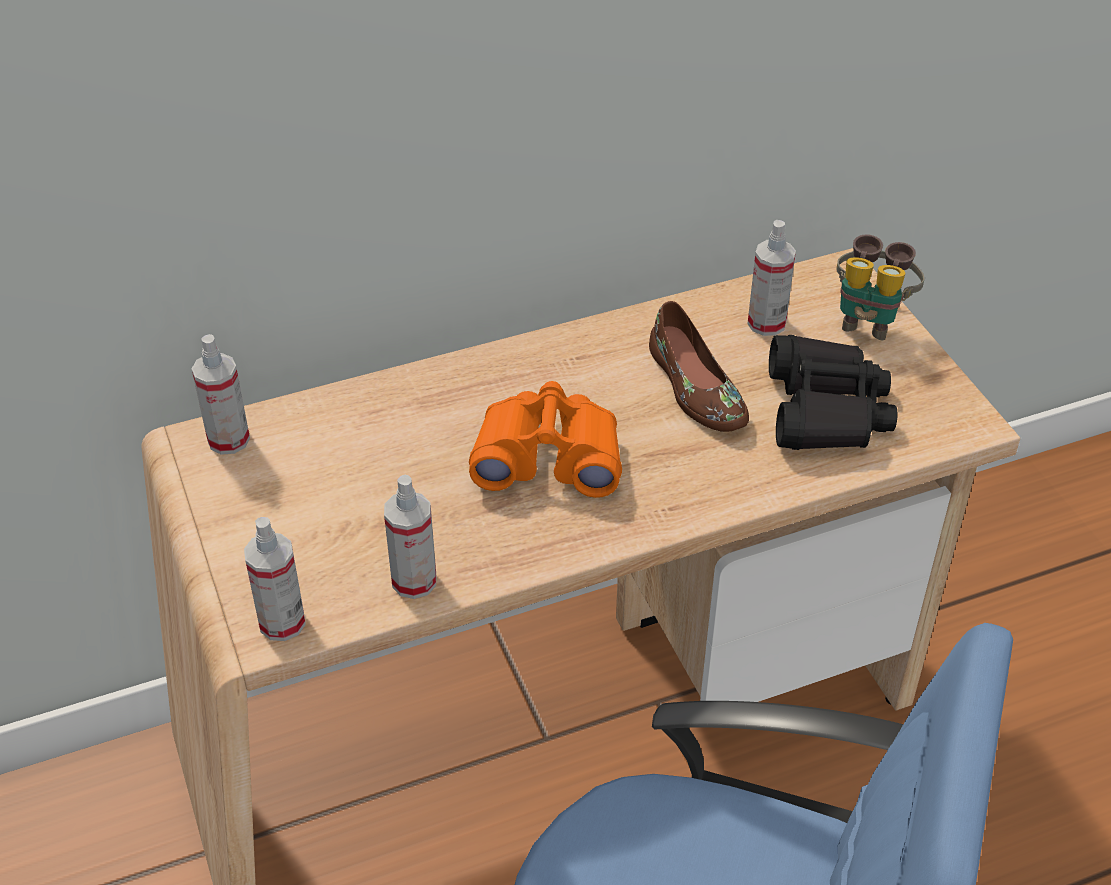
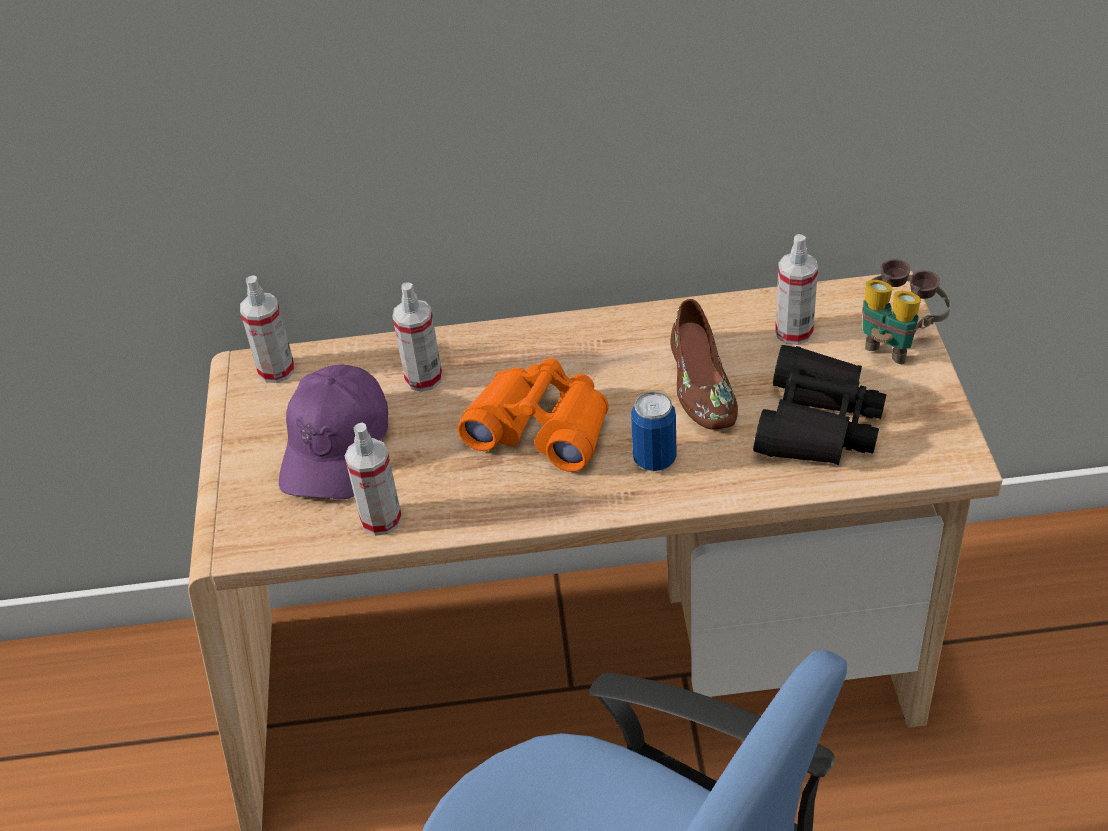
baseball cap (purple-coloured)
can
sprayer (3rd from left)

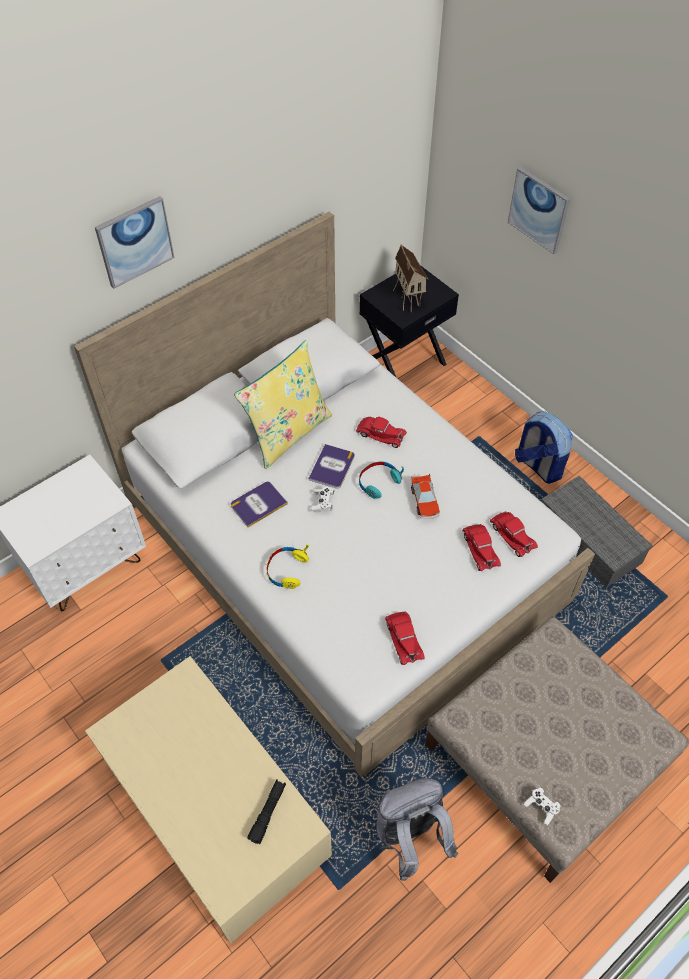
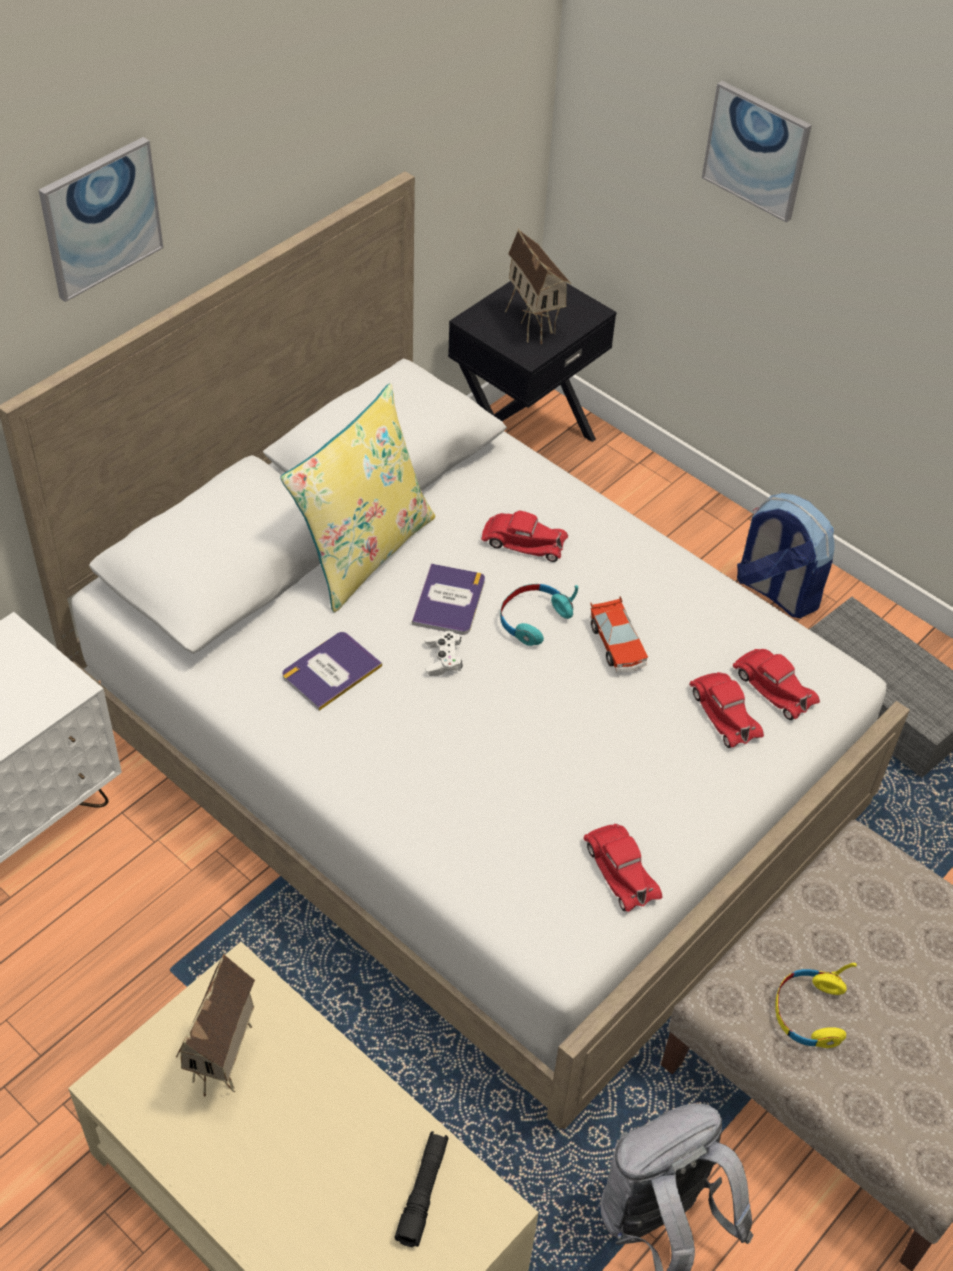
game controller (whitish) (2nd from left in the first image)
model house (1st from left)
headset (yellowish)

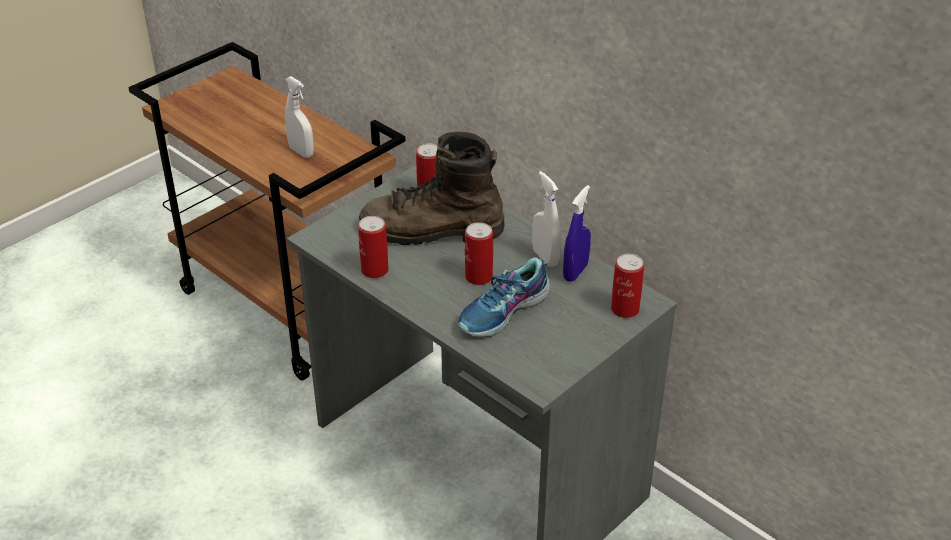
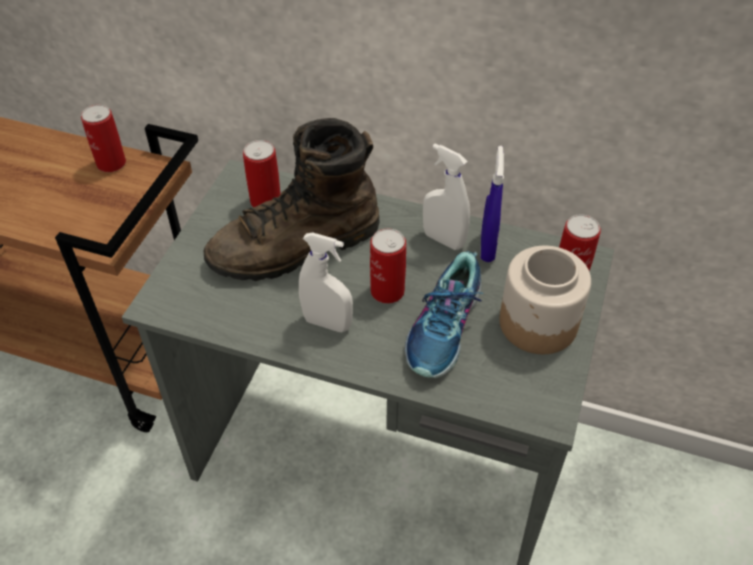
storage jar
sprayer (whitish) (1st from left)
can (1st from left)

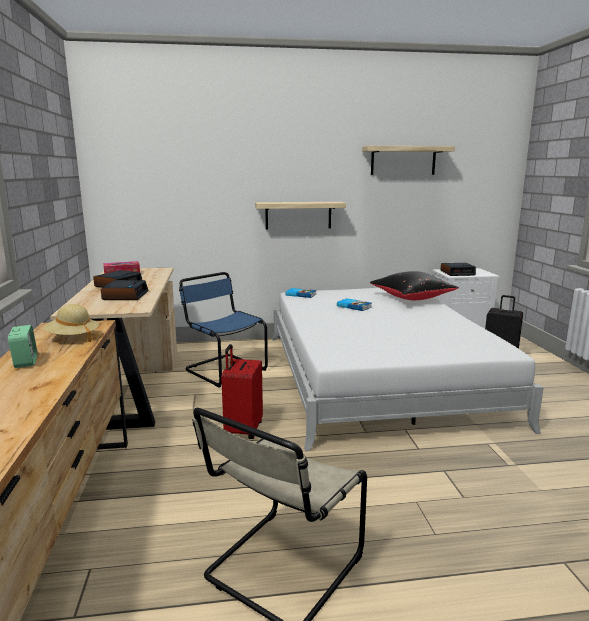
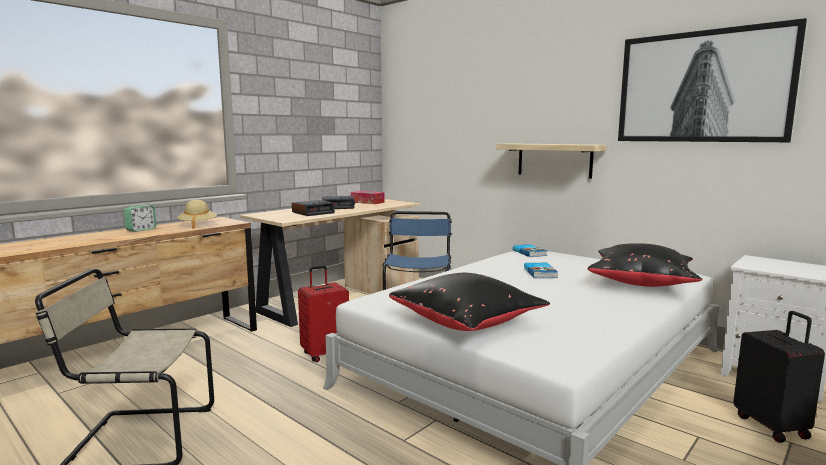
table clock (4th from left in the first image)
pillow (black) (1st from left)
wall art

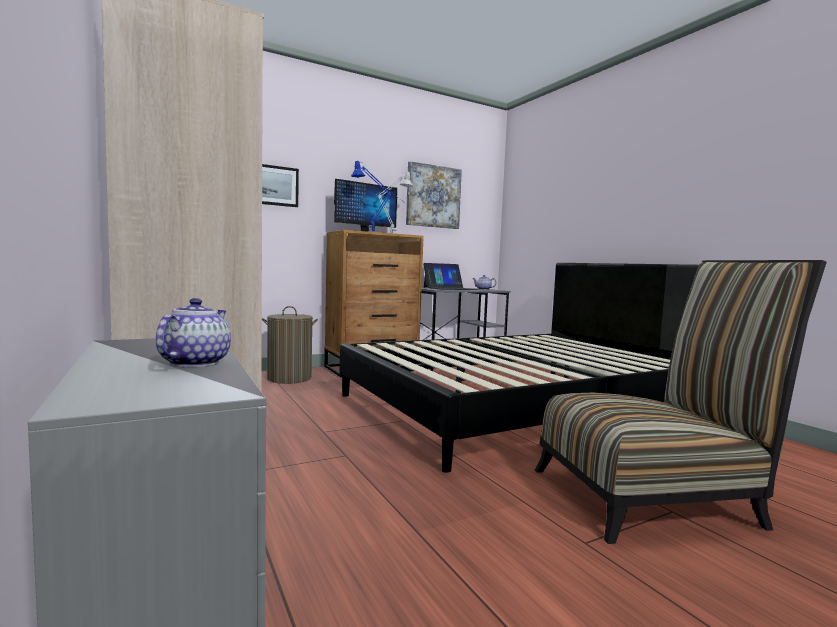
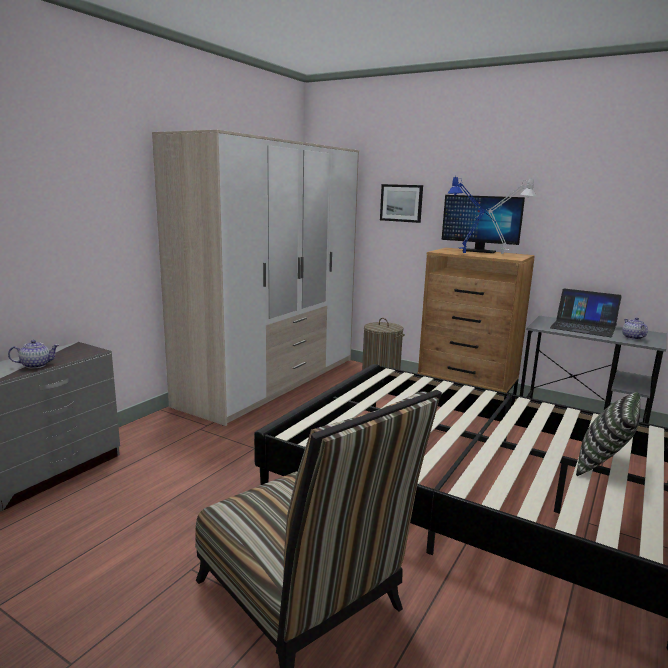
wall art (2nd from left in the first image)
pillow

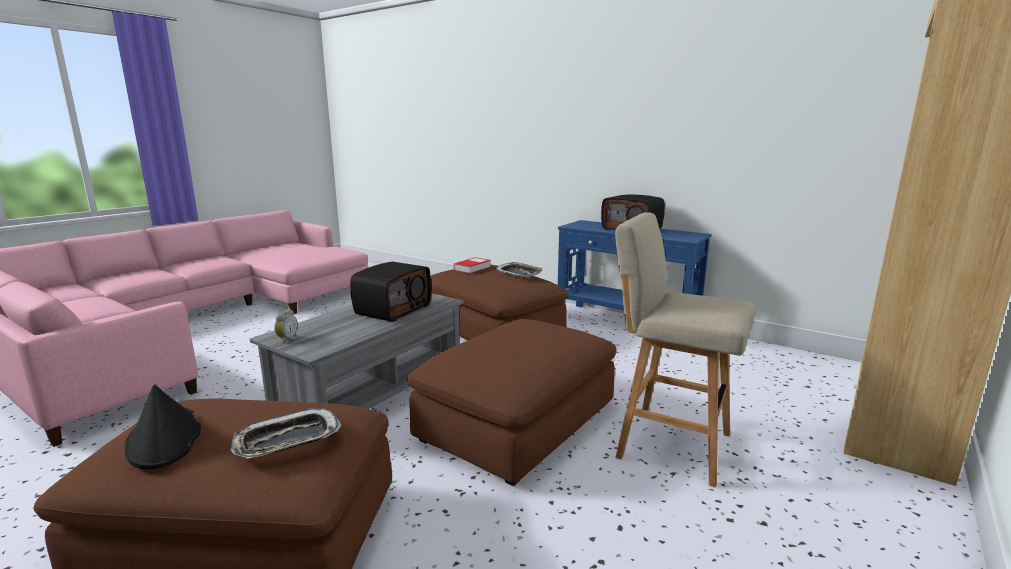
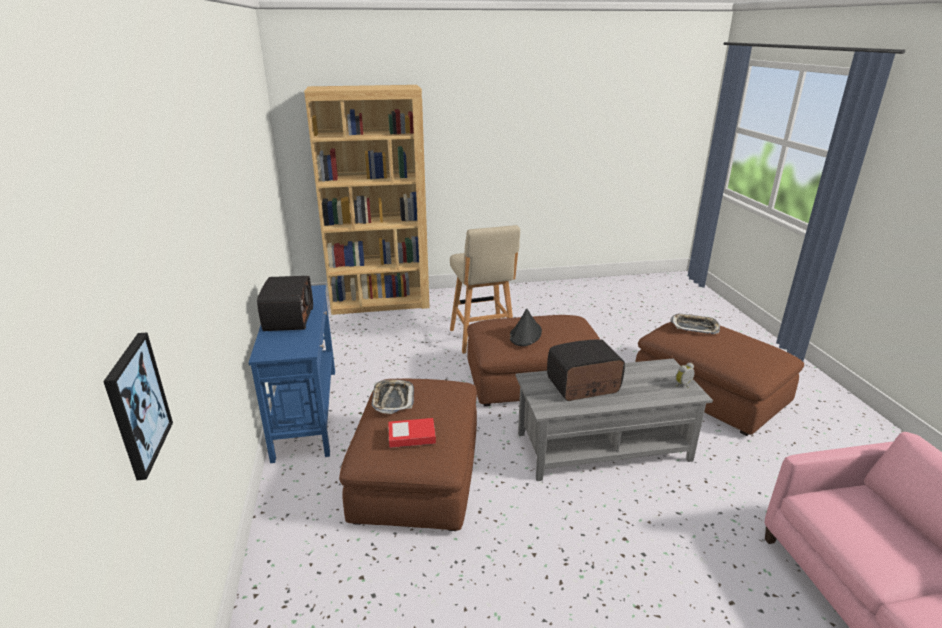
wall art
clothing hat (black)

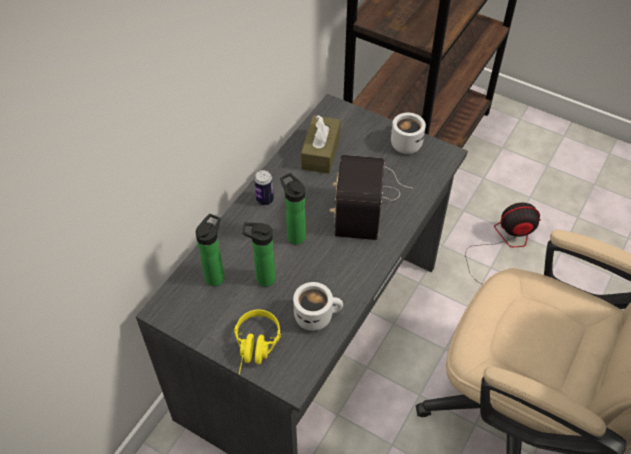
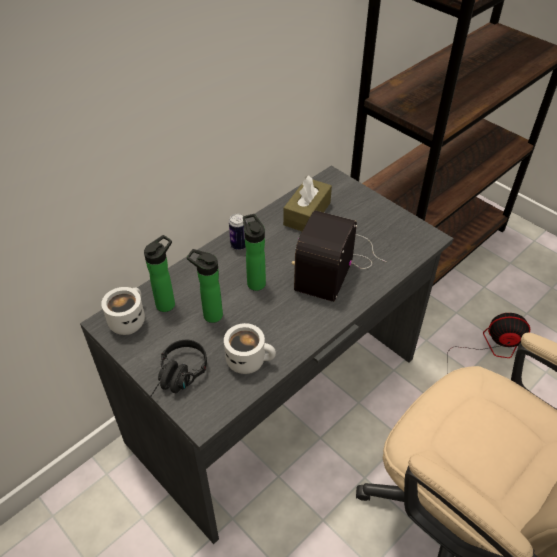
tea mug (whitish) (1st from left)
headset (black)

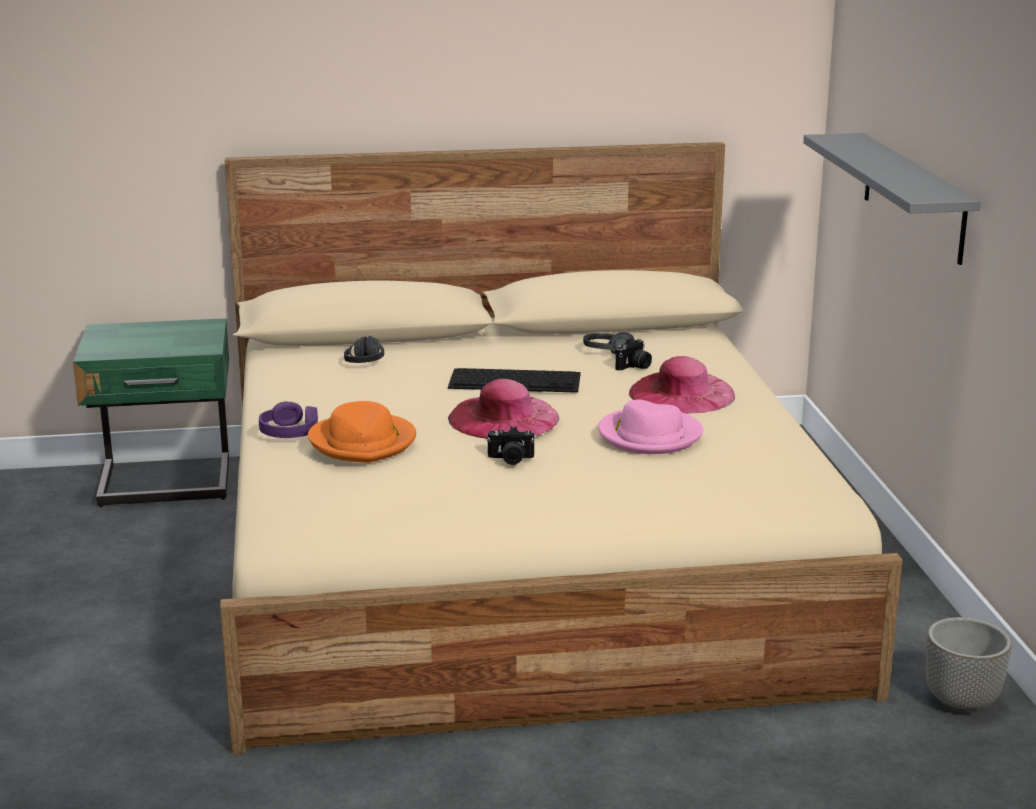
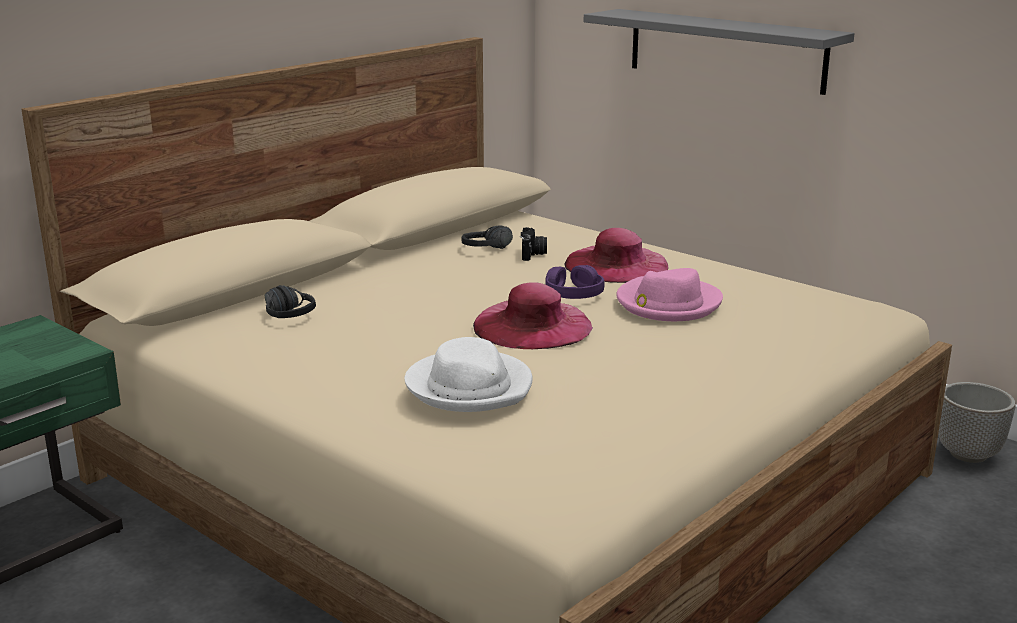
PC keyboard
still camera (1st from left in the first image)
headset (purple-coloured)
clothing hat (whitish)

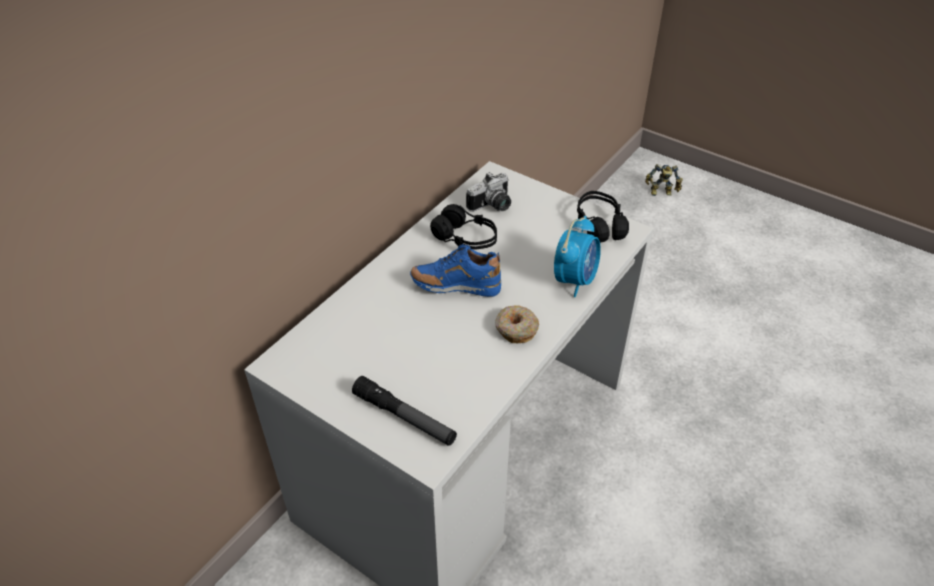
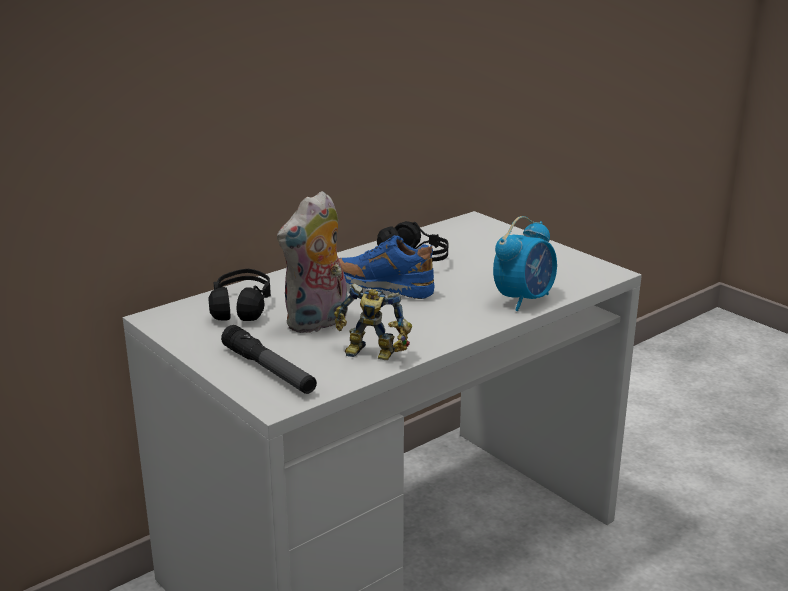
still camera
ring doughnut
cuddly toy
headset (black) (1st from left)
toy robot

